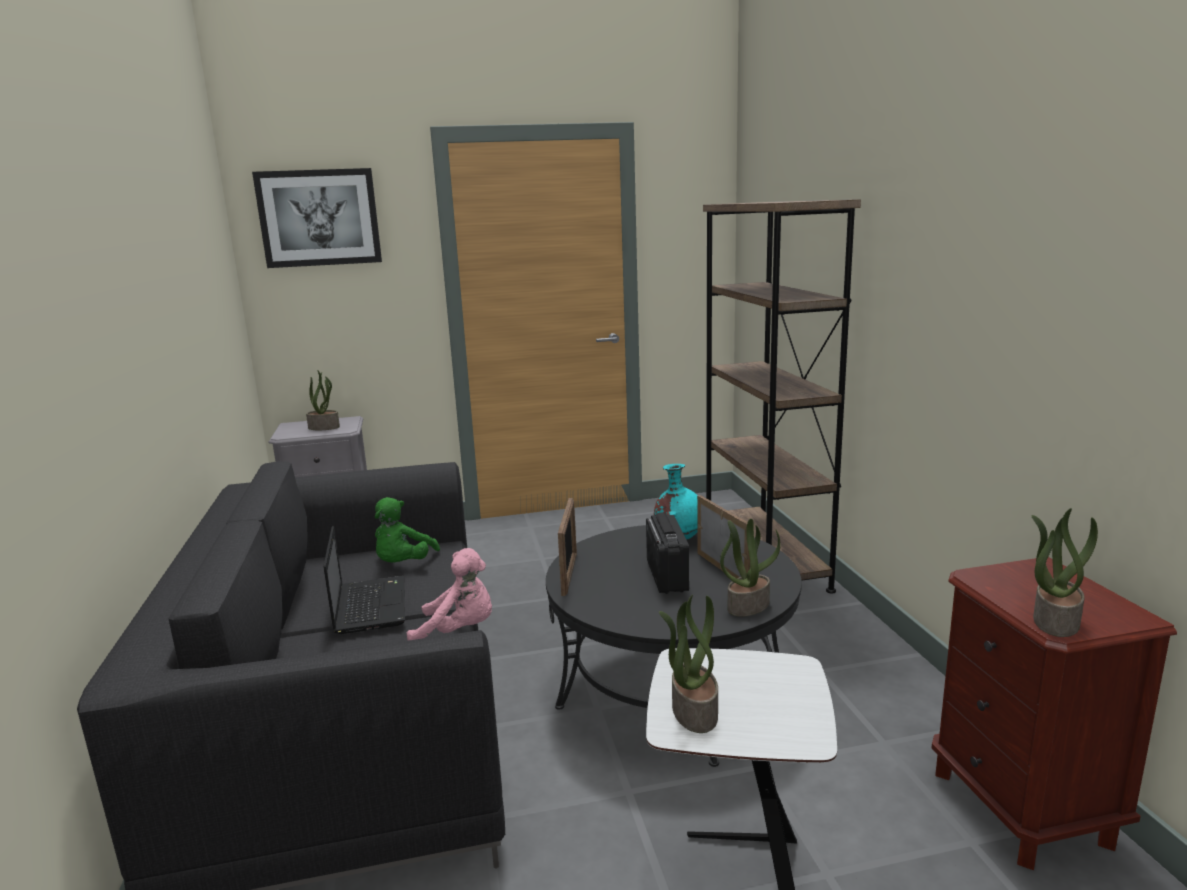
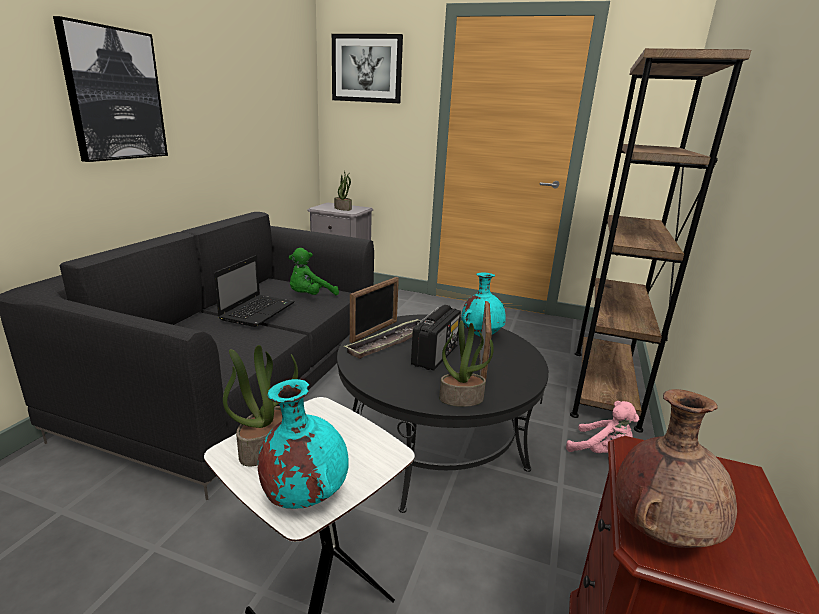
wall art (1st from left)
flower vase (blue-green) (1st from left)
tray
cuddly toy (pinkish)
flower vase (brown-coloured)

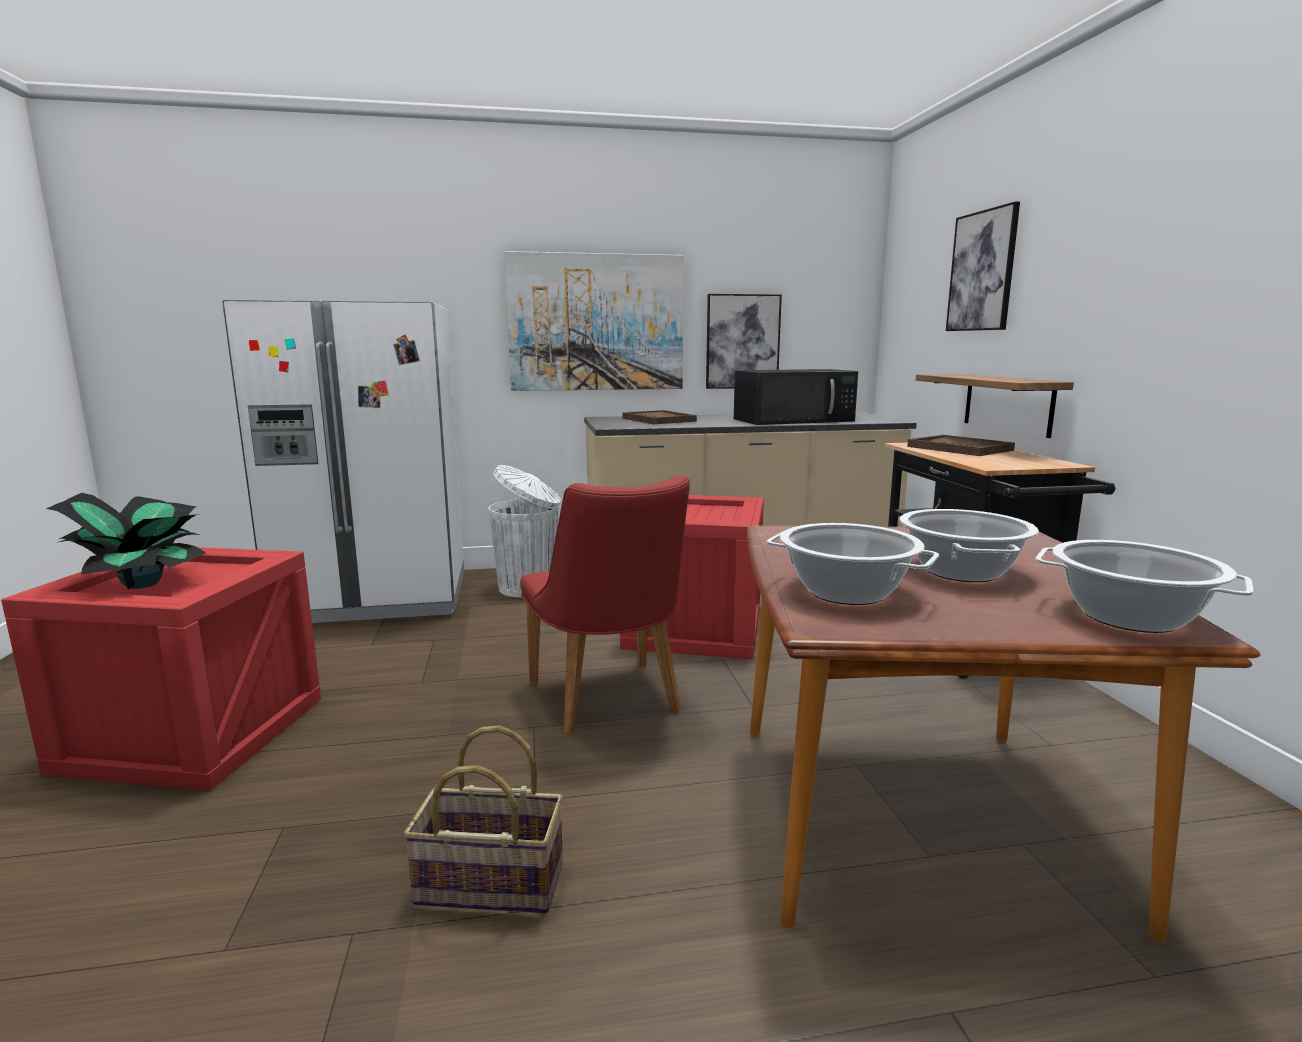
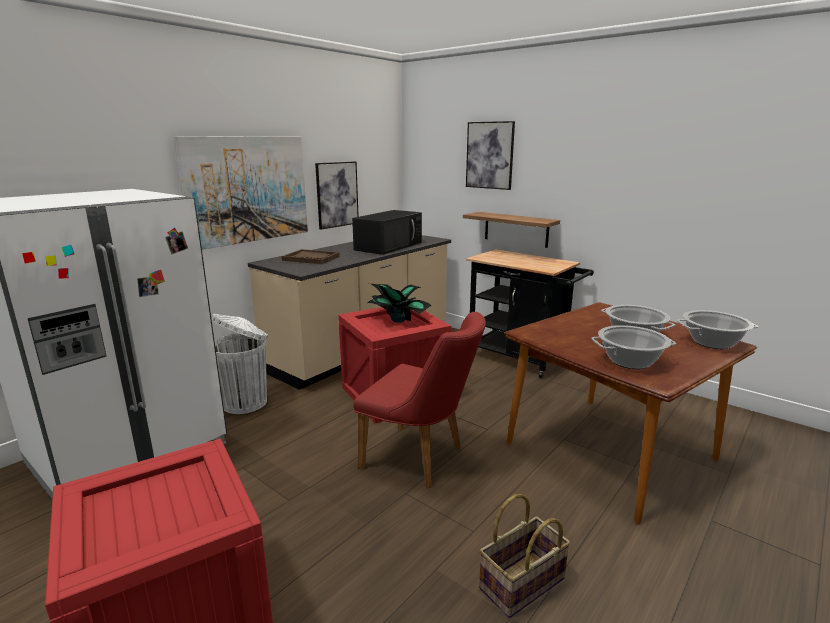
tray (brown-coloured) (2nd from left in the first image)
plant in a pot

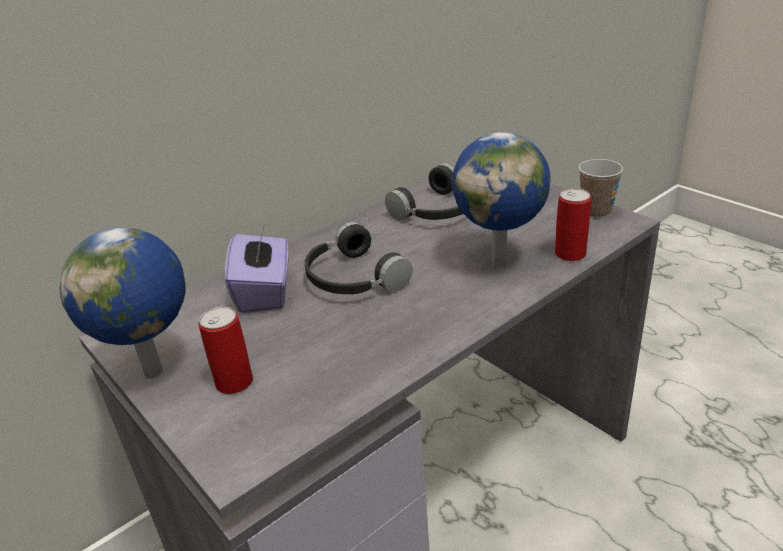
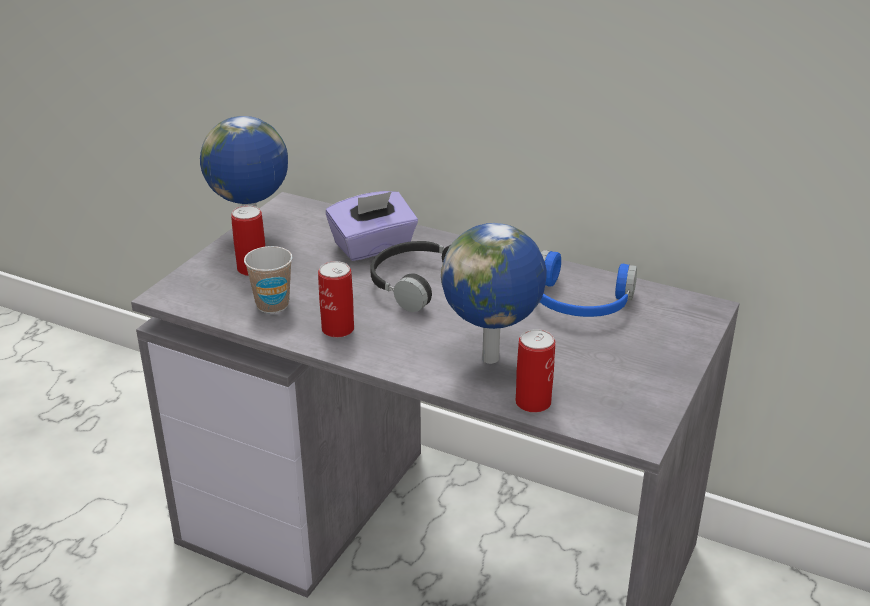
can (2nd from left)
drinking cup
headset (blue-coloured)

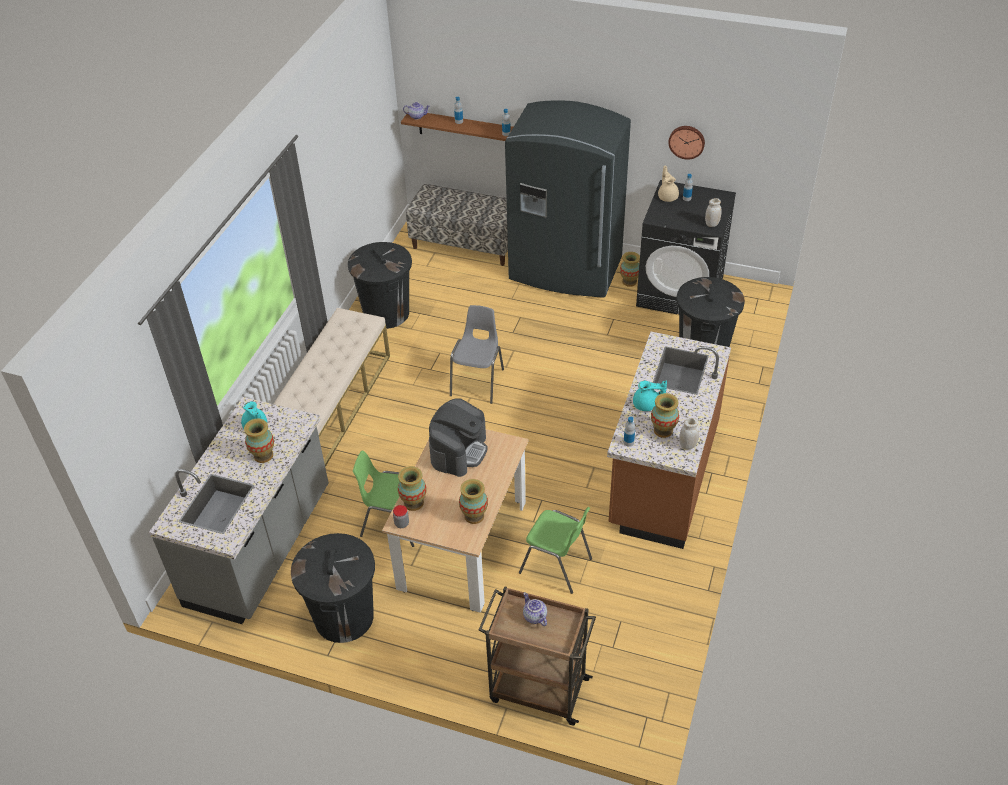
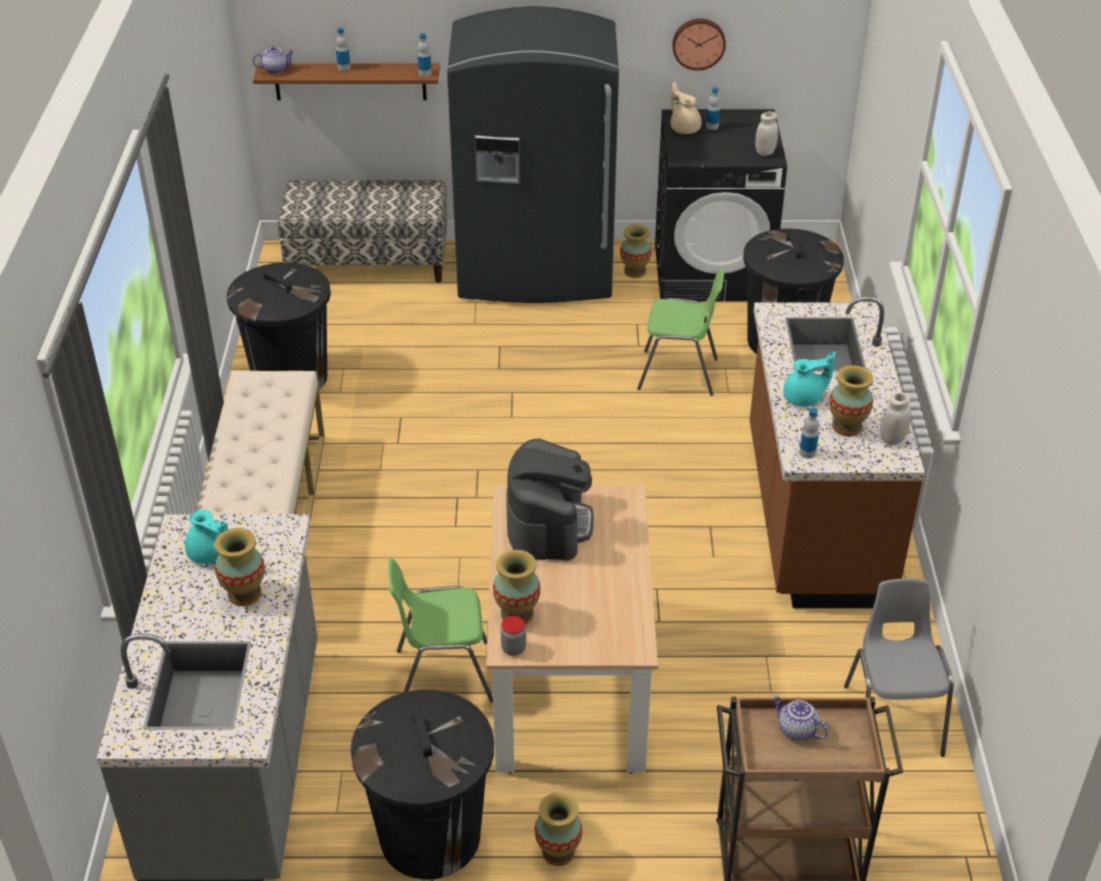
upright chair (greyish)
flower vase (3rd from left)
upright chair (green) (2nd from left)

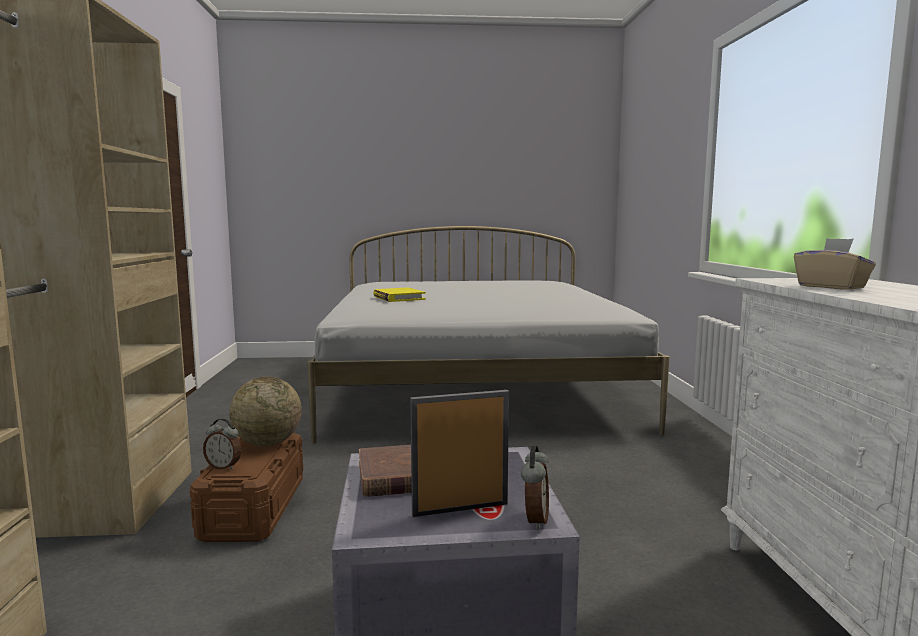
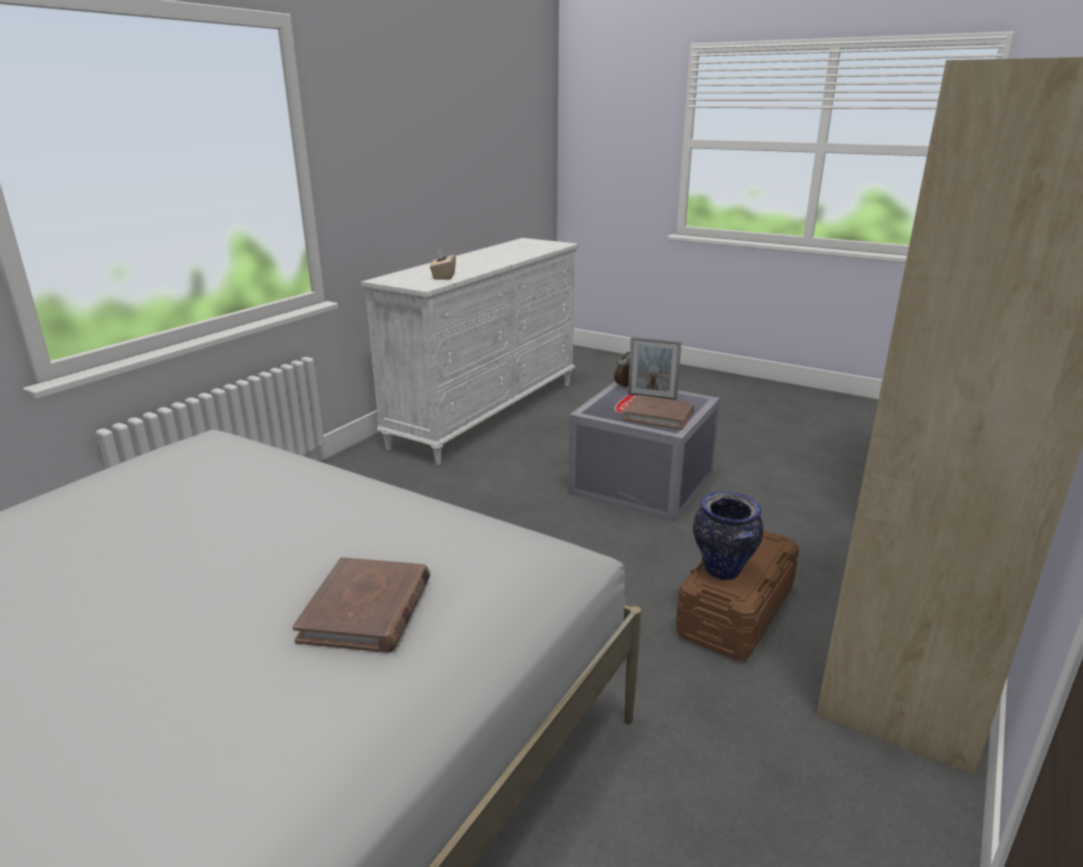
table clock (1st from left in the first image)
flower vase
bound book (brown-coloured) (1st from left)

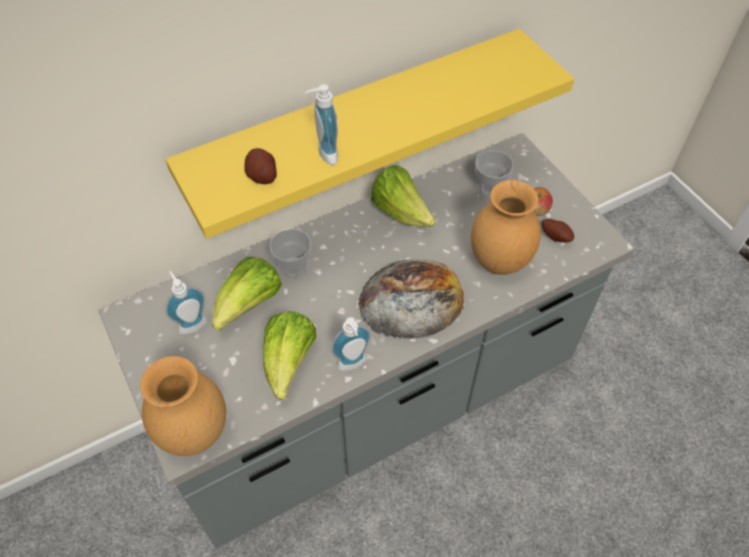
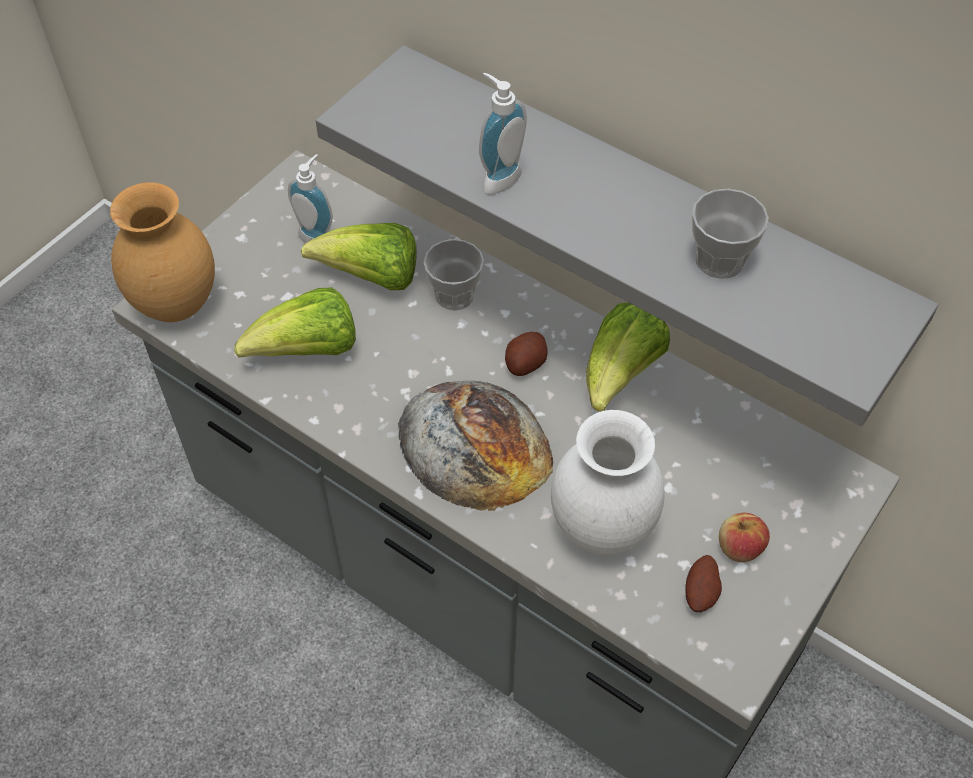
liquid soap bottle (3rd from left in the first image)
whole potato (1st from left)
drinking cup (2nd from left)
shelf (greyish)
flower vase (whitish)

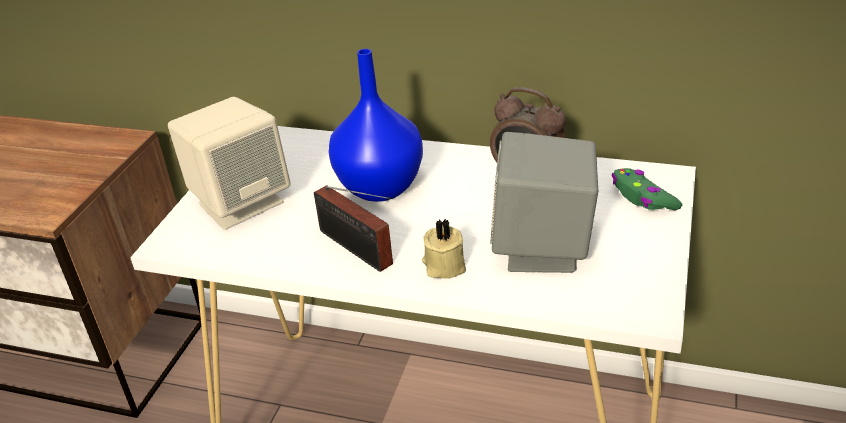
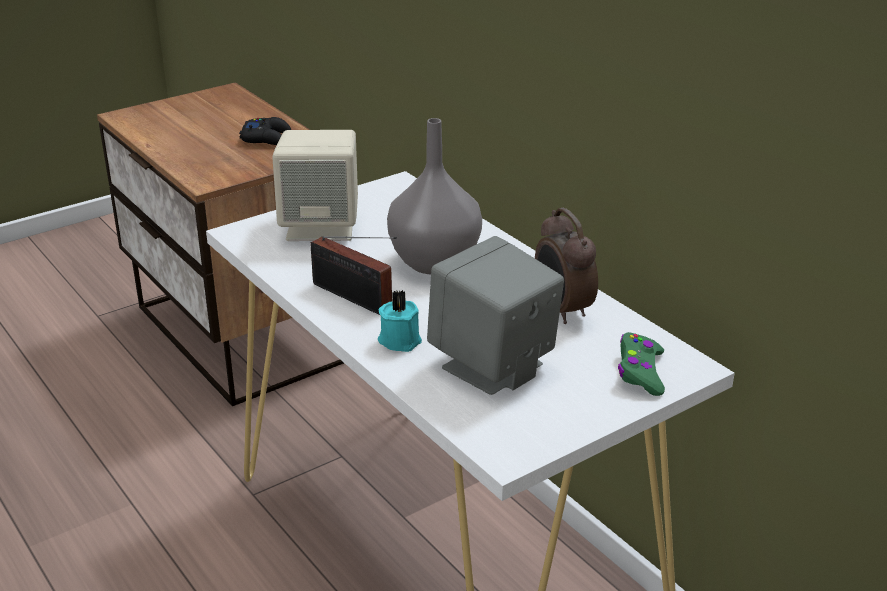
game controller (black)
flower vase (greyish)
wax candle (blue-green)
radio set

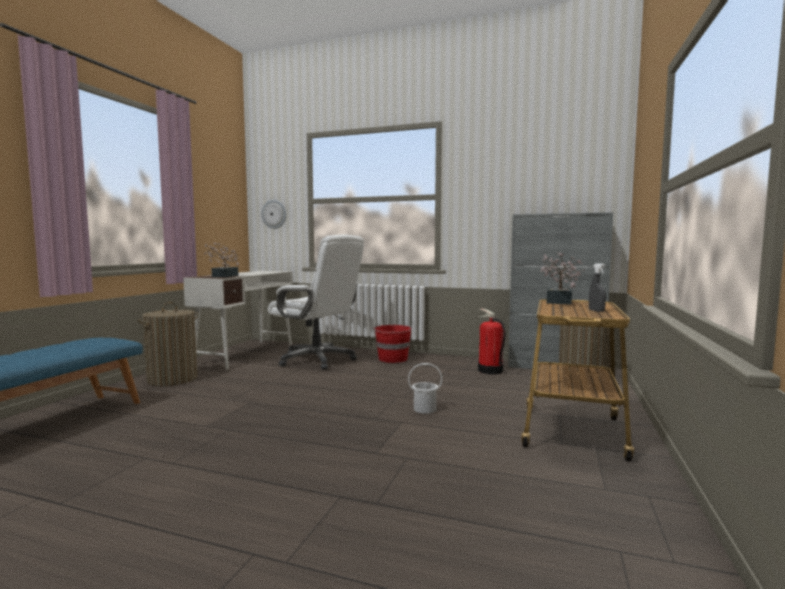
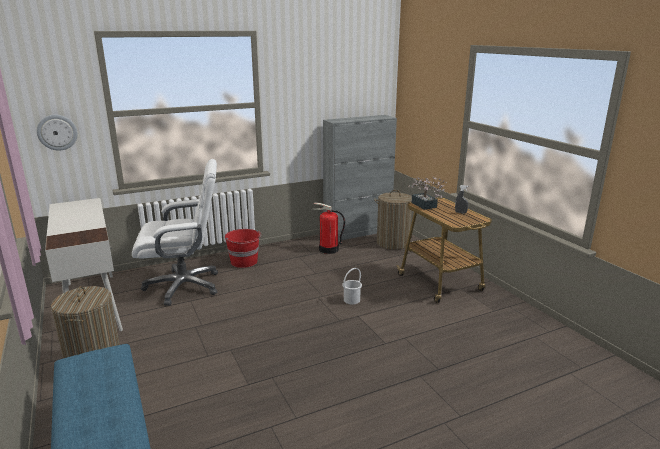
plant in a pot (1st from left in the first image)

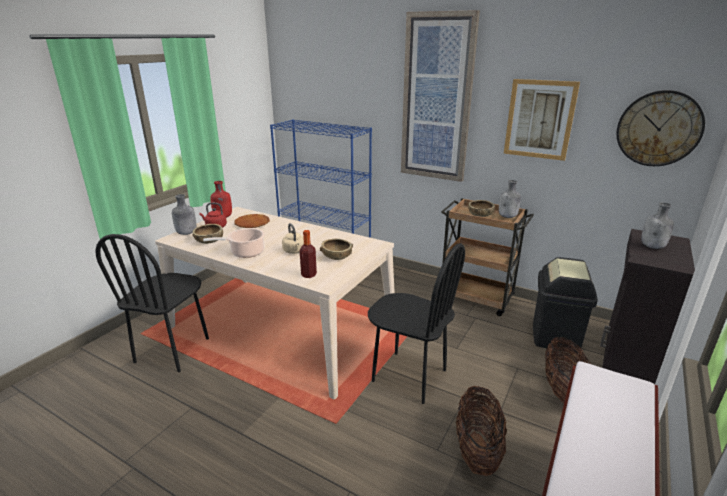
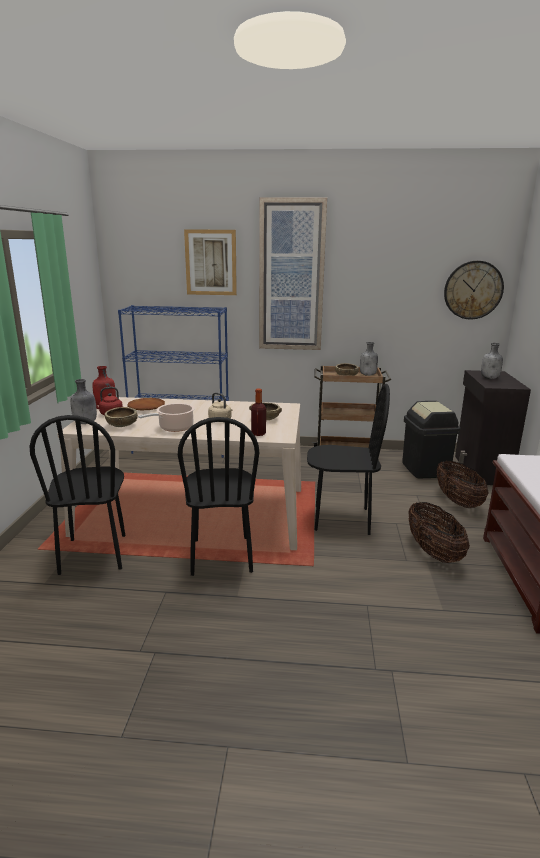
upright chair (black) (2nd from left)
wall art (1st from left)

